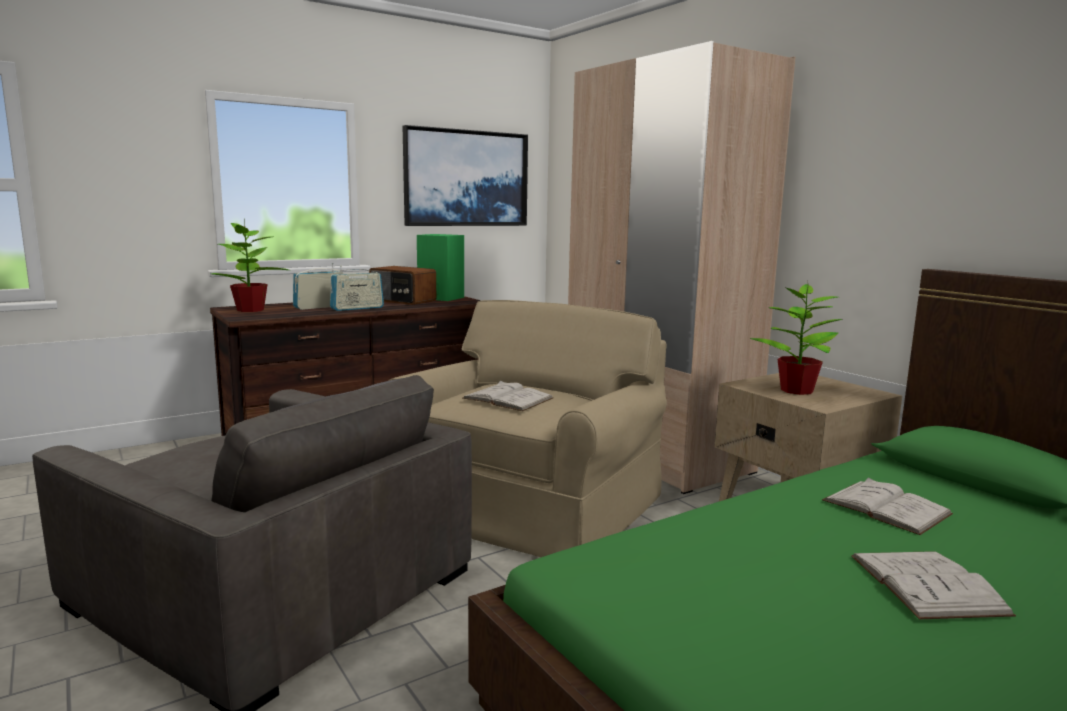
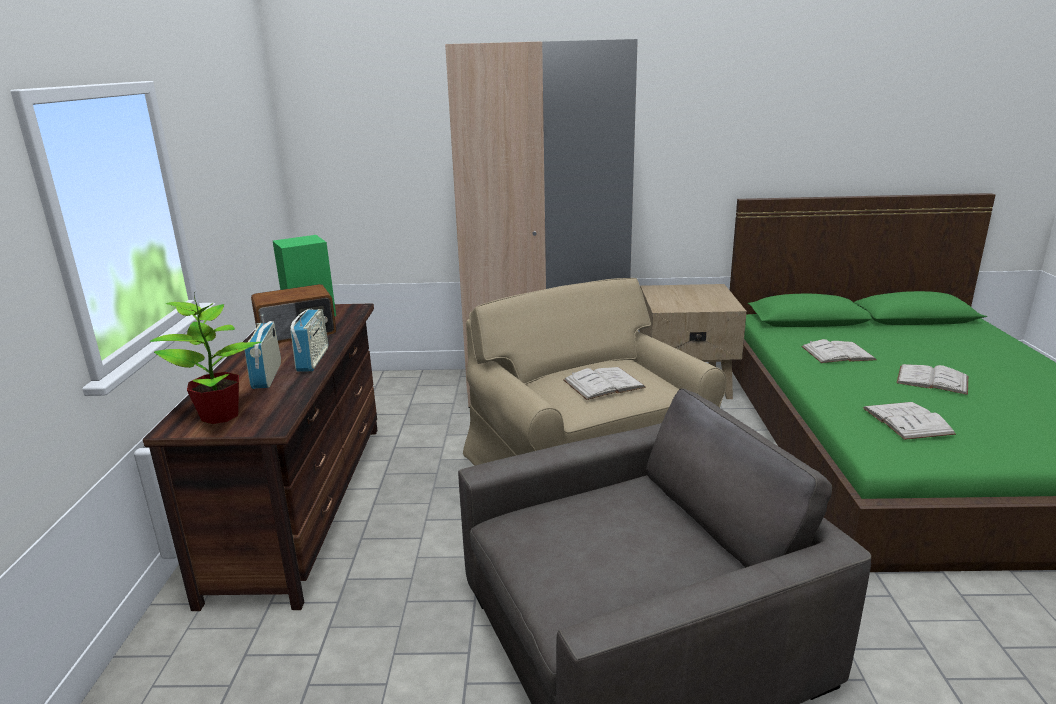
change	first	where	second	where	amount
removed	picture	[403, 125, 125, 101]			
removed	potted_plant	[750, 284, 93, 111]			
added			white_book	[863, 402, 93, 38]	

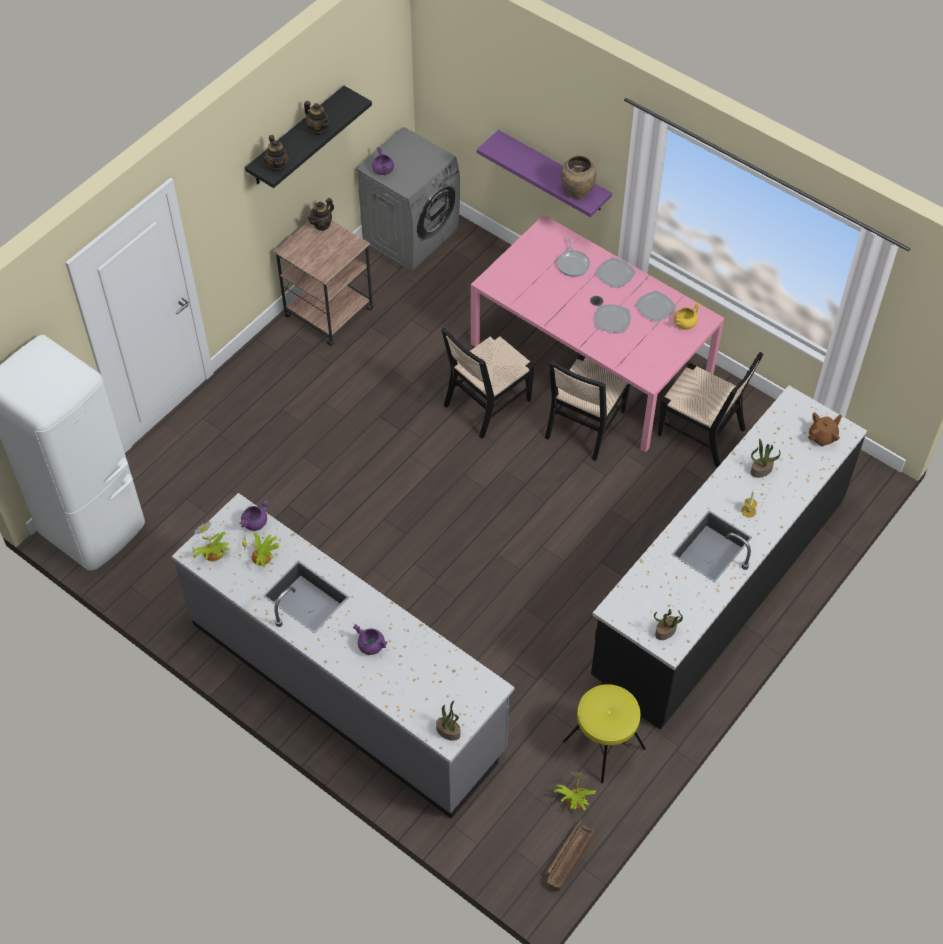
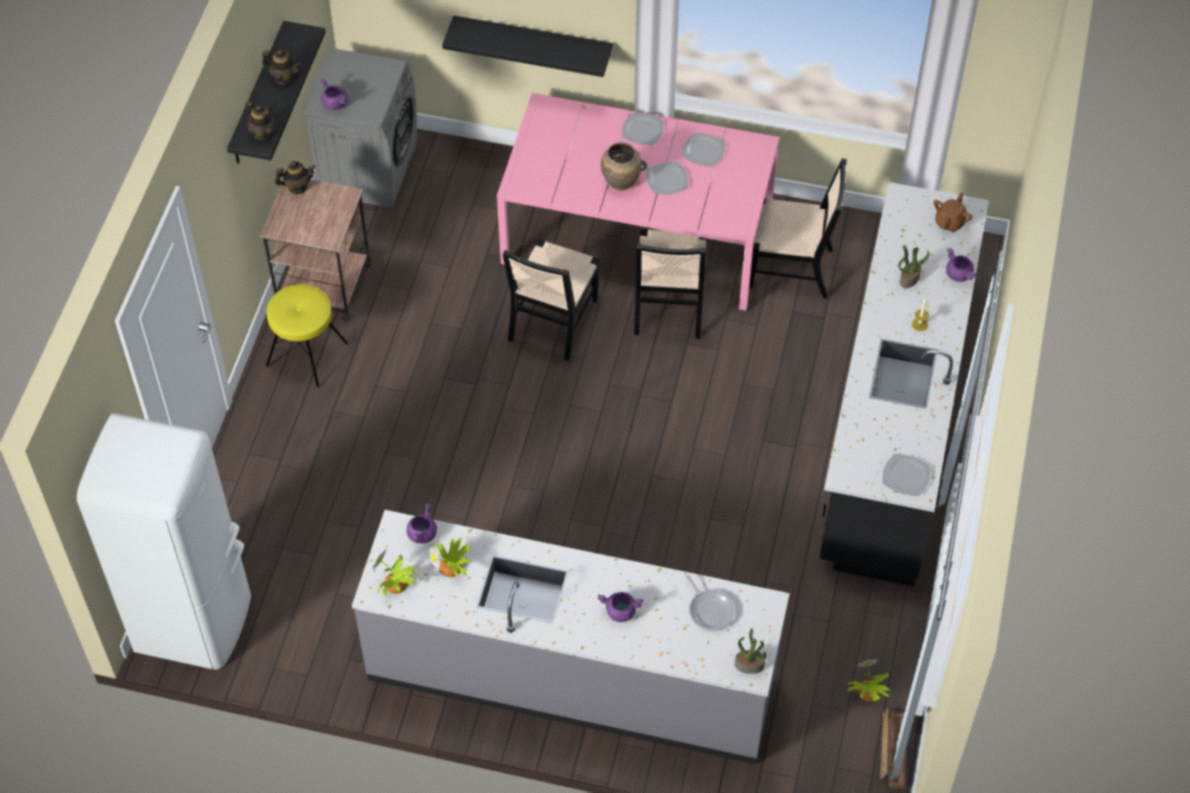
change	first	where	second	where	amount
turned	teapot	[307, 198, 27, 33]		[275, 161, 41, 33]	120 degrees counterclockwise
recoloured	purple_shelf	[477, 130, 135, 87]	black_shelf	[442, 15, 171, 62]	
moved	frying_pan	[557, 237, 33, 40]		[686, 575, 48, 56]	
moved	brown_vase	[561, 155, 35, 44]		[601, 142, 41, 49]	
moved	yellow_stool	[562, 684, 84, 100]		[266, 284, 83, 104]	
replaced	potted_plant	[654, 609, 29, 31]	plate	[883, 454, 48, 42]	
removed	yellow_cooking_pot	[674, 302, 27, 27]			
added			purple_cooking_pot	[946, 248, 31, 34]	

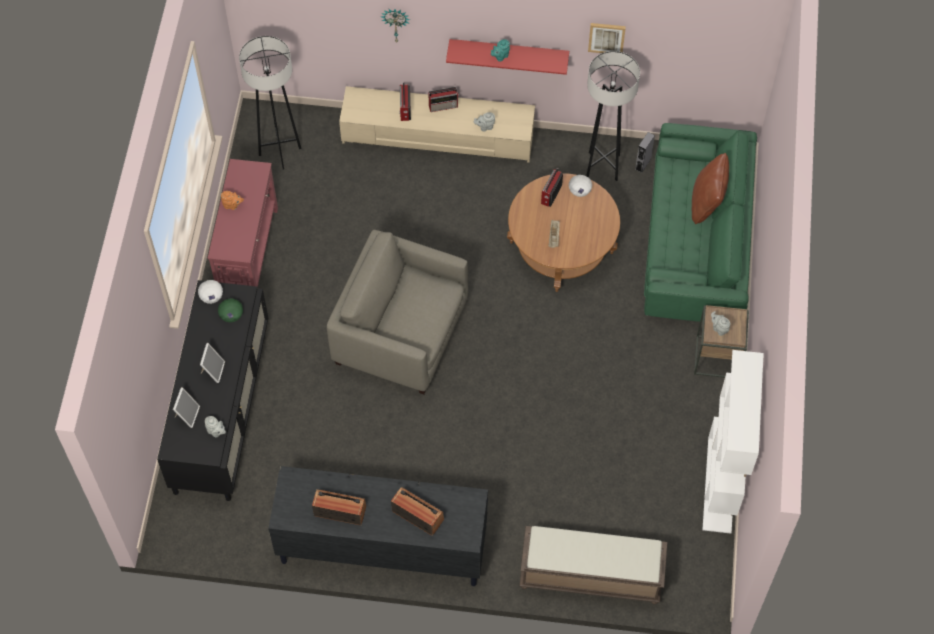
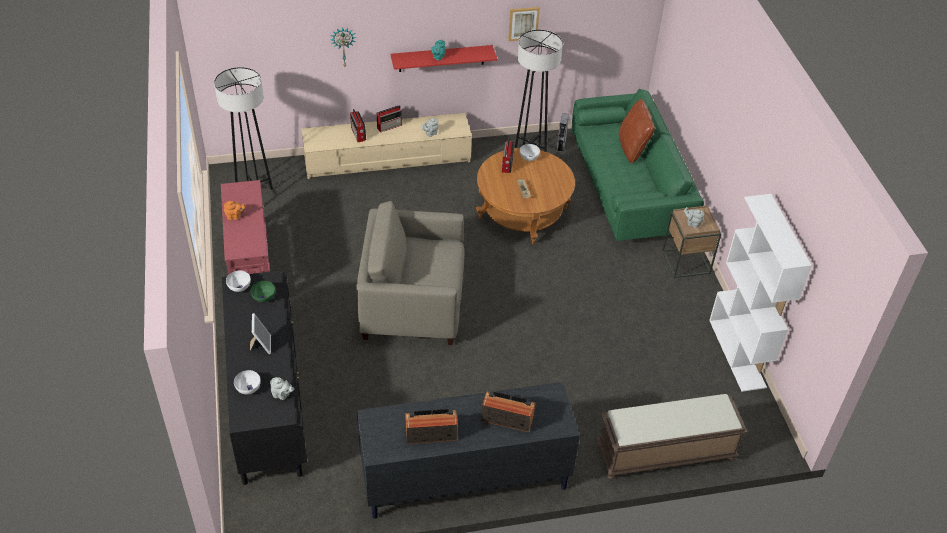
change	first	where	second	where	amount
replaced	picture_frame	[173, 387, 27, 41]	white_bowl	[234, 370, 27, 24]	

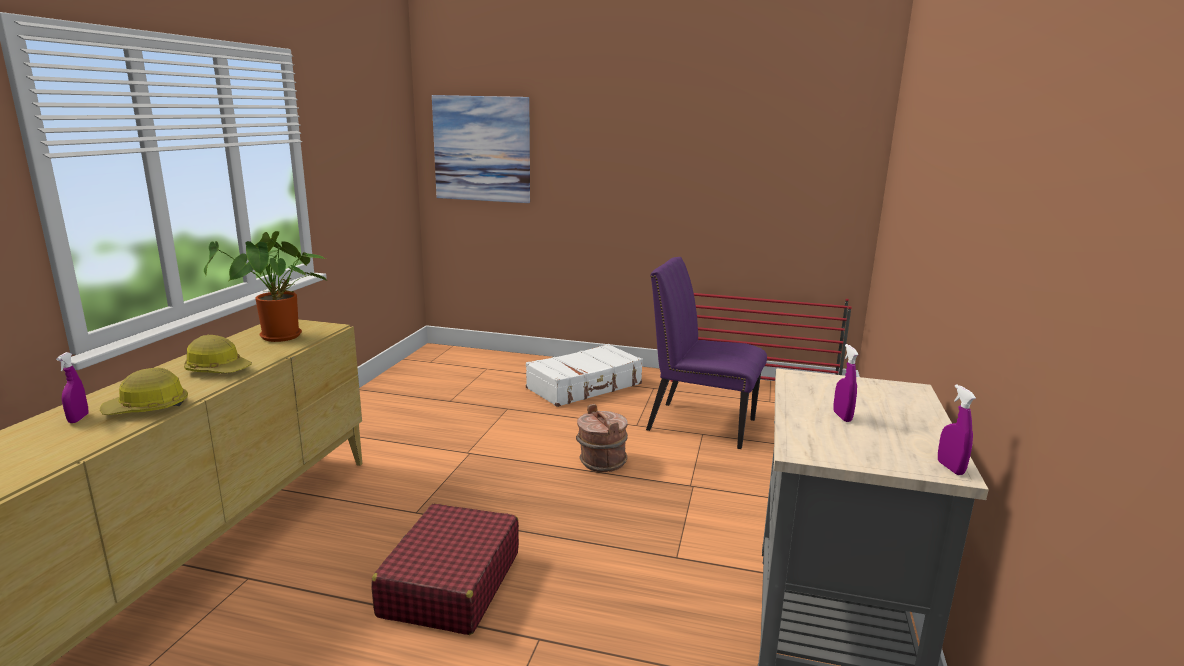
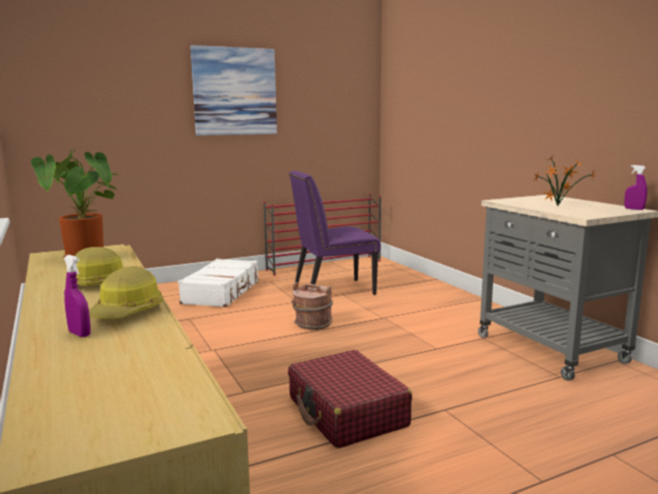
change	first	where	second	where	amount
moved	picture	[432, 95, 98, 108]		[190, 45, 87, 91]	
replaced	purple_spray_bottle	[833, 344, 26, 78]	potted_plant	[533, 156, 63, 50]	

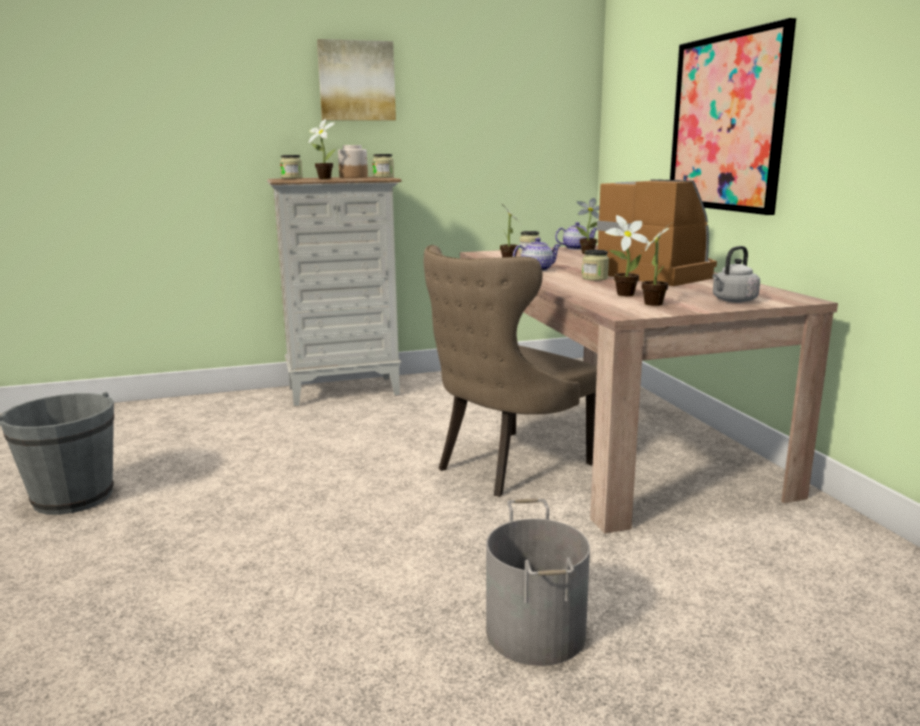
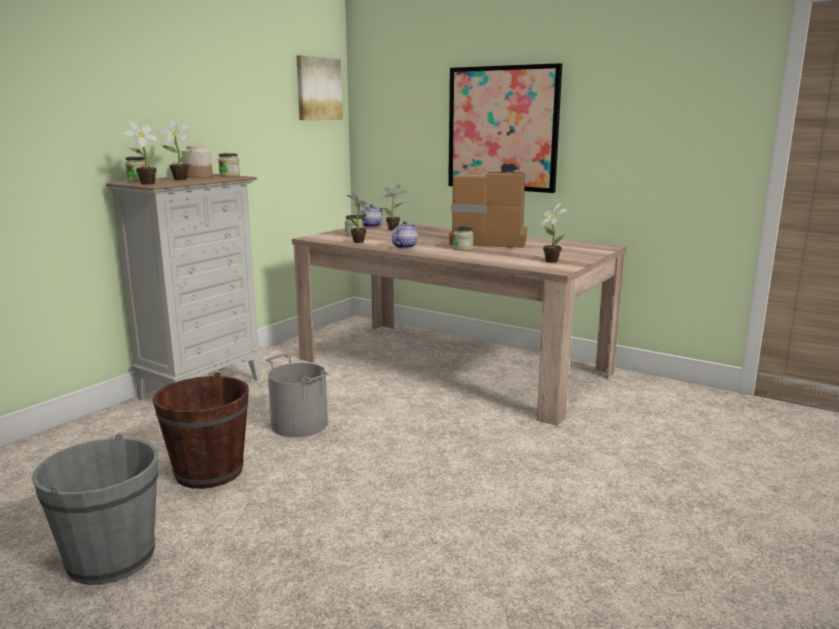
change	first	where	second	where	amount
moved	picture	[317, 39, 79, 81]		[296, 55, 47, 65]	
removed	beige_chair	[424, 245, 173, 252]			
moved	grey_bucket	[486, 499, 104, 167]		[266, 354, 63, 83]	
moved	potted_plant	[605, 215, 44, 81]		[123, 121, 38, 64]	
removed	grey_kettle	[712, 246, 48, 57]			
added			brown_bucket	[153, 372, 96, 117]	

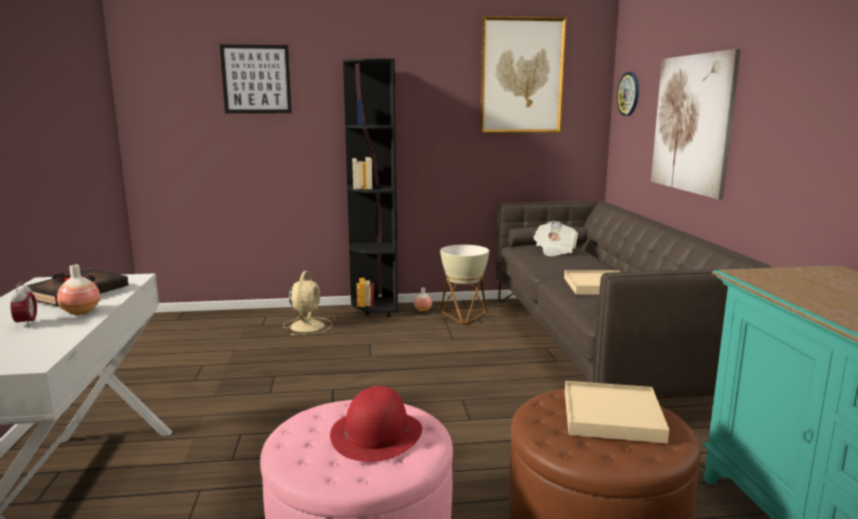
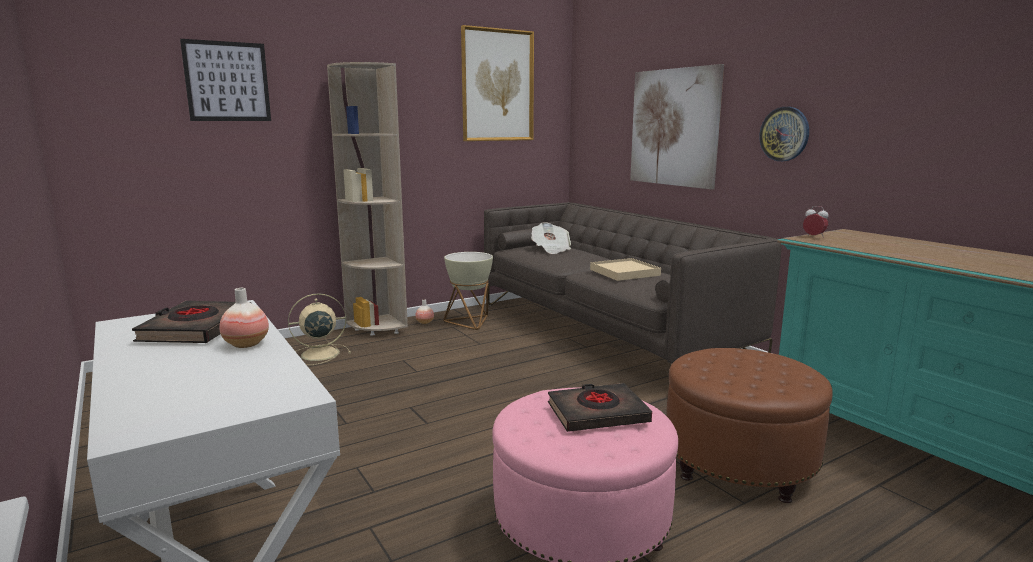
change	first	where	second	where	amount
moved	alarm_clock	[10, 282, 27, 46]		[803, 206, 26, 32]	
turned	beige_fan	[283, 271, 49, 65]		[288, 293, 63, 72]	90 degrees counterclockwise
replaced	red_hat	[330, 386, 92, 76]	black_book	[548, 383, 104, 49]	
recoloured	black_bookcase	[343, 59, 55, 258]	beige_bookcase	[327, 62, 81, 274]	
removed	beige_tray	[565, 381, 104, 63]			
moved	wall_clock	[617, 72, 22, 44]		[759, 107, 50, 54]	

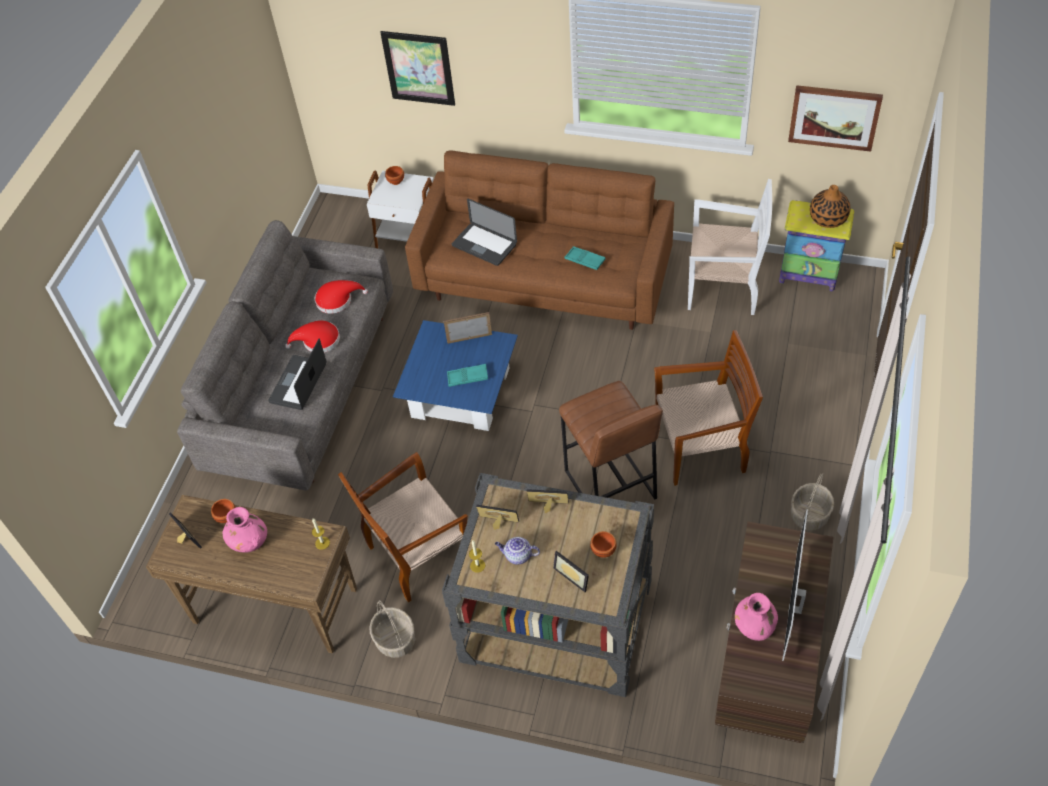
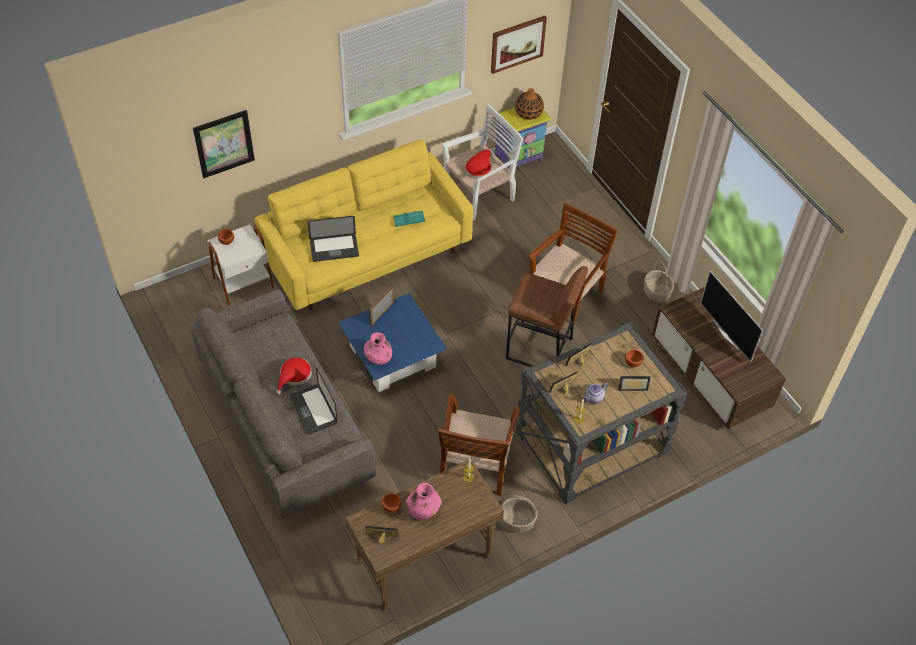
change	first	where	second	where	amount
moved	red_hat	[315, 280, 53, 34]		[465, 149, 27, 30]	
recoloured	brown_sofa	[405, 150, 269, 180]	yellow_sofa	[255, 140, 218, 171]	
removed	turquoise_tray	[447, 364, 41, 23]			
moved	pink_vase	[735, 593, 43, 48]		[364, 332, 28, 33]	

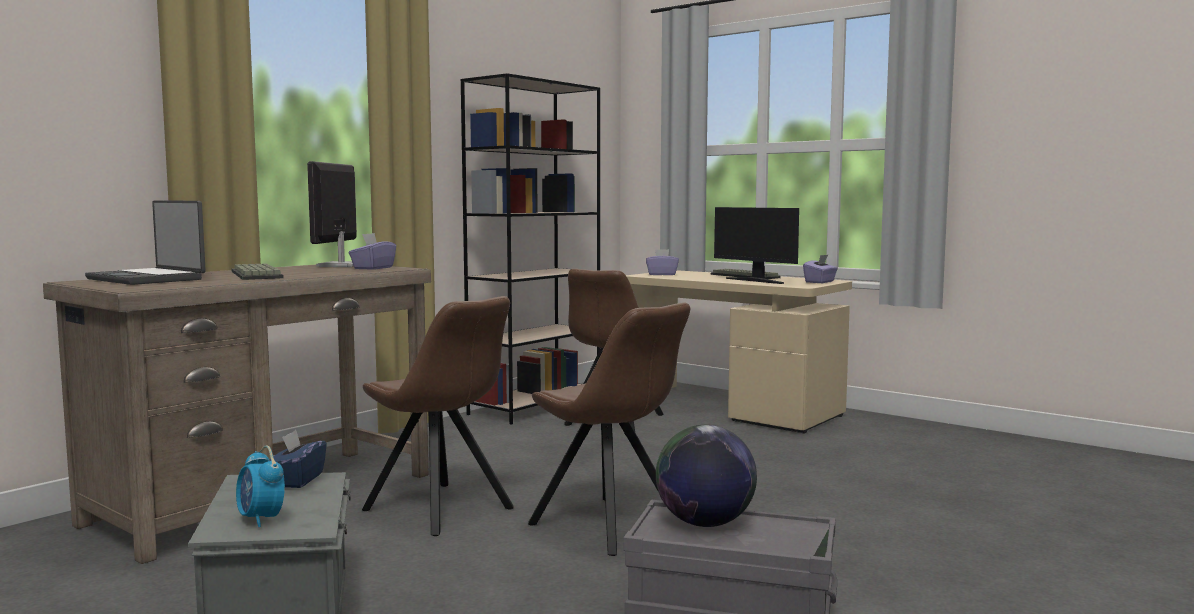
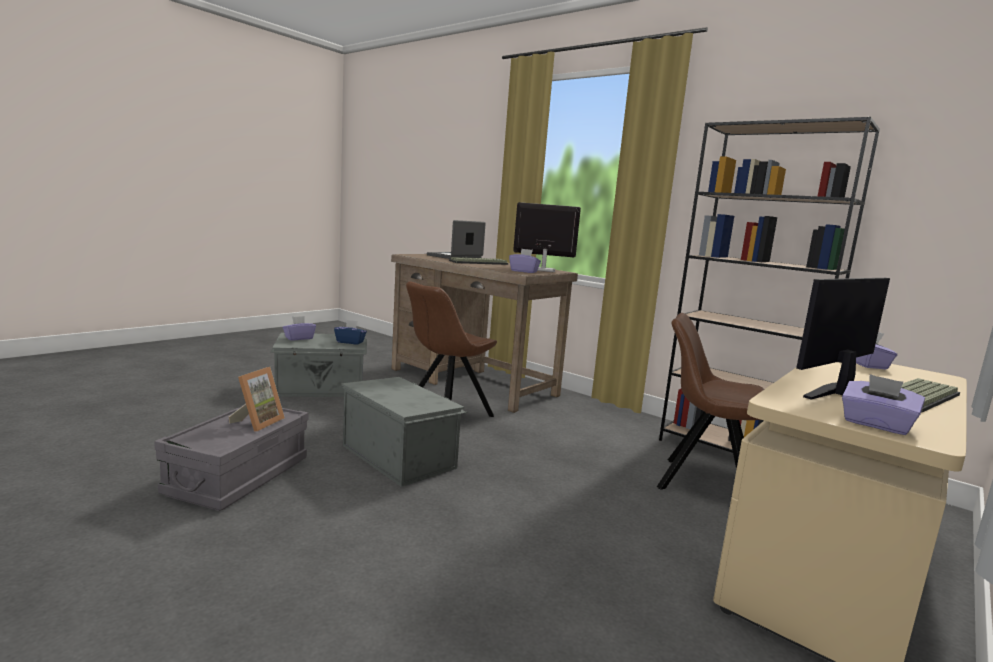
change	first	where	second	where	amount
replaced	alarm_clock	[236, 446, 49, 81]	purple_tissue_box	[282, 316, 34, 25]	
replaced	brown_chair	[528, 302, 162, 254]	grey_storage_box	[342, 377, 125, 110]	
replaced	globe	[656, 425, 101, 102]	picture_frame	[229, 367, 56, 65]	

